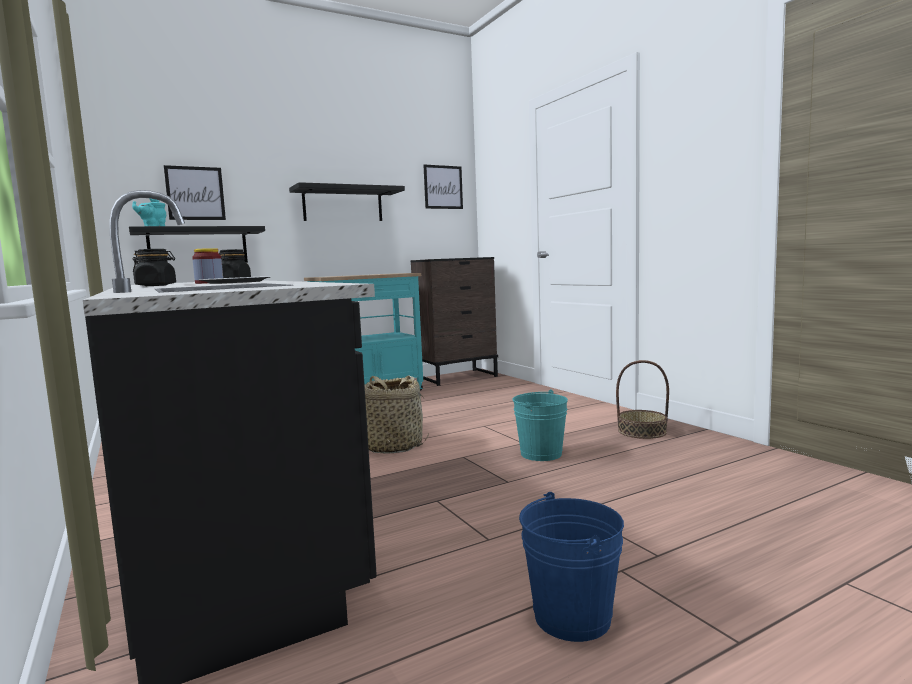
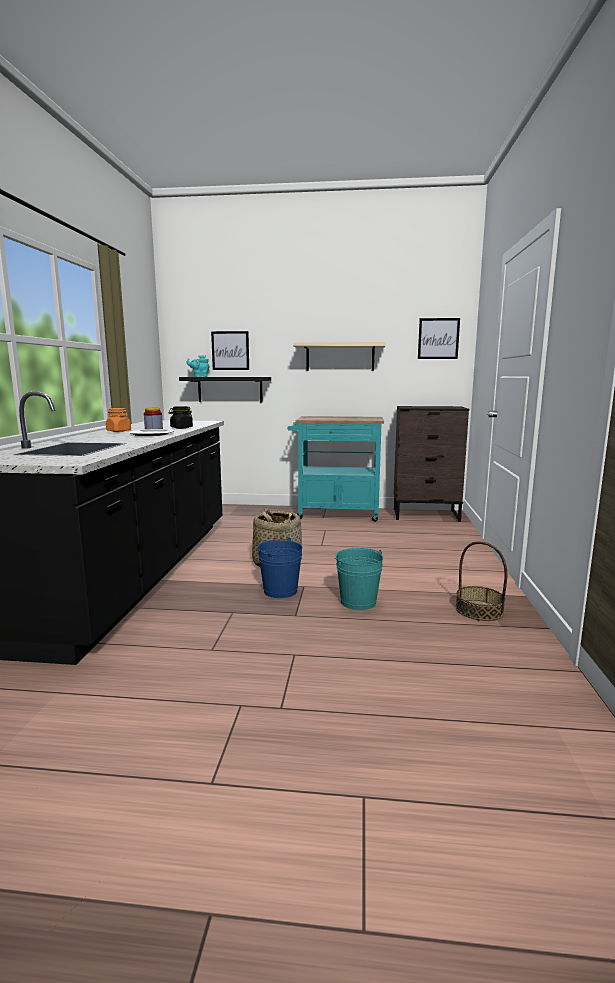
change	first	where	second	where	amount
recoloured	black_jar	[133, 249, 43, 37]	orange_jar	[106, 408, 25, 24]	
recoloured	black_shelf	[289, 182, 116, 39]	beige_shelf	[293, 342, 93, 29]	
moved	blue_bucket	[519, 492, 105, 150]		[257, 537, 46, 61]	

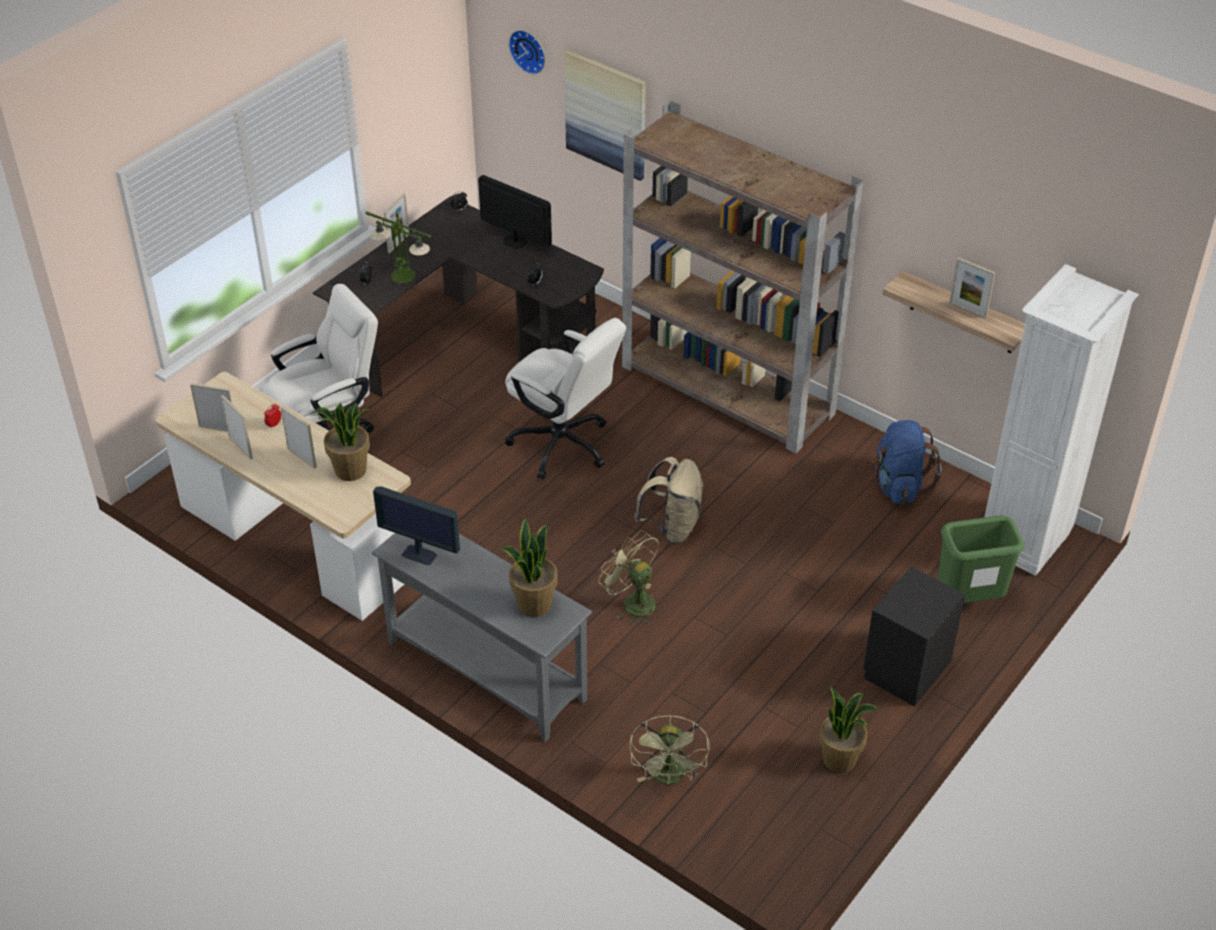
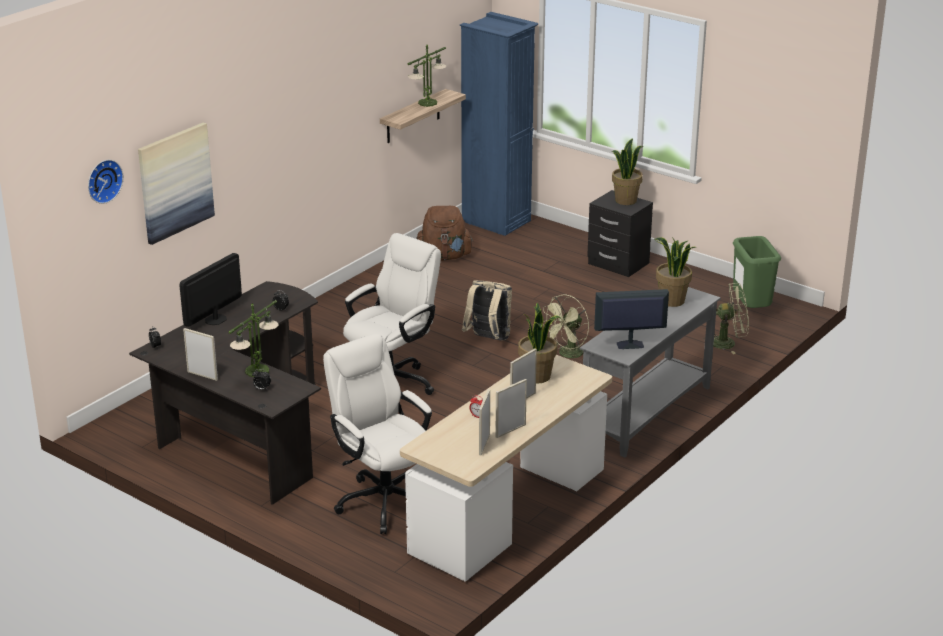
change	first	where	second	where	amount
turned	monitor	[373, 486, 87, 79]		[594, 289, 75, 60]	120 degrees counterclockwise
removed	brown_bookcase	[622, 100, 242, 354]			
moved	potted_plant	[819, 686, 59, 87]		[612, 138, 31, 67]	
recoloured	blue_backpack	[871, 420, 71, 84]	brown_backpack	[417, 206, 57, 55]	
moved	green_trash_can	[938, 516, 87, 87]		[733, 236, 48, 72]	
replaced	picture_frame	[949, 258, 46, 61]	table_lamp	[408, 45, 38, 62]	
recoloured	white_cabinet	[984, 264, 155, 312]	blue_cabinet	[460, 12, 78, 224]	

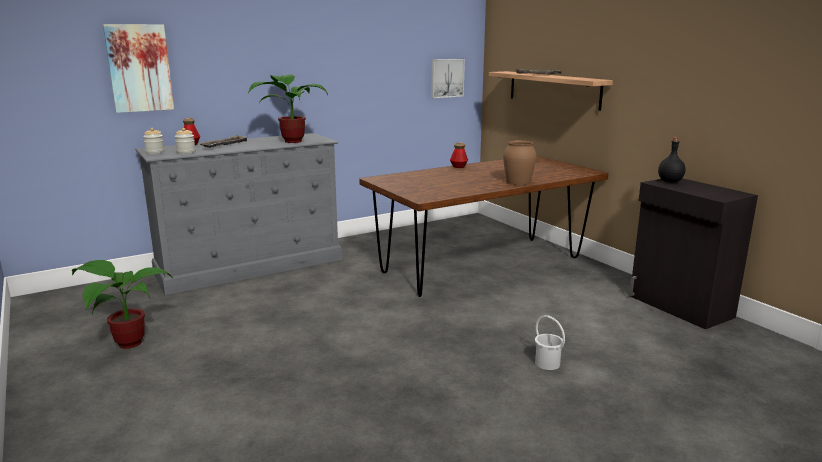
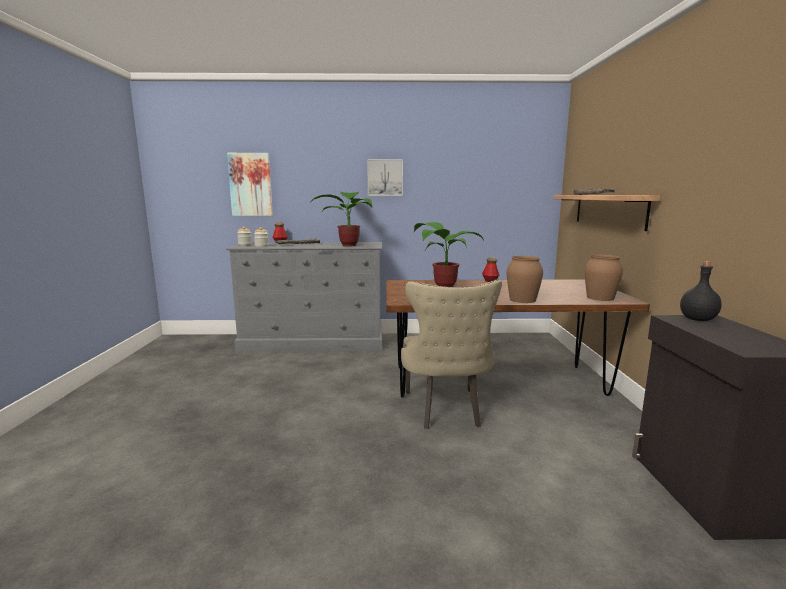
change	first	where	second	where	amount
moved	potted_plant	[72, 260, 101, 89]		[414, 222, 70, 65]	
moved	picture	[431, 59, 34, 39]		[367, 159, 36, 37]	
removed	white_bucket	[535, 315, 30, 55]			
added			beige_chair	[401, 280, 101, 149]	
added			brown_vase	[585, 255, 38, 46]	

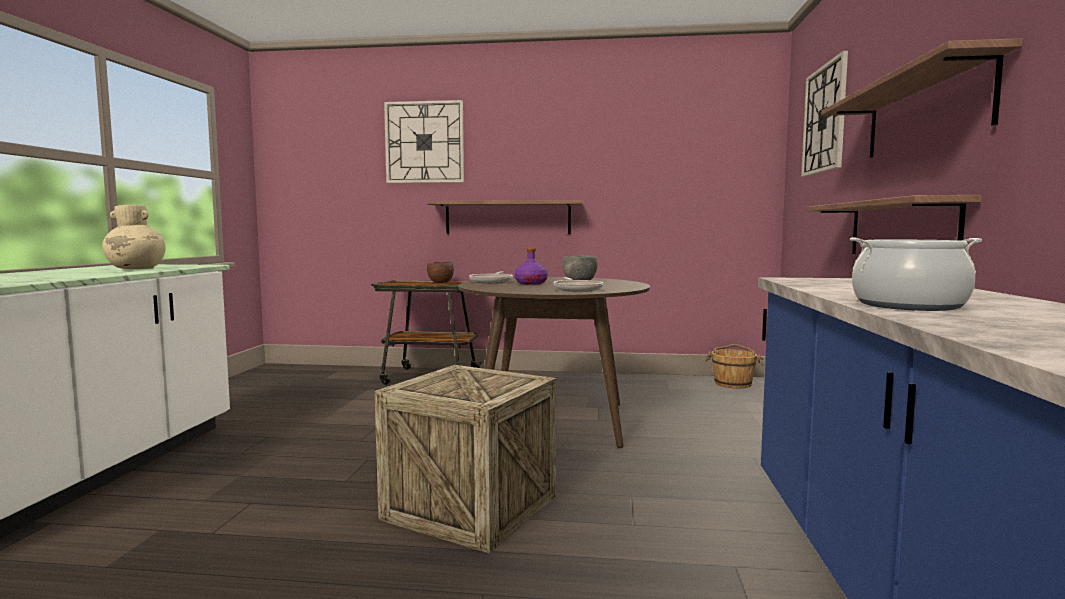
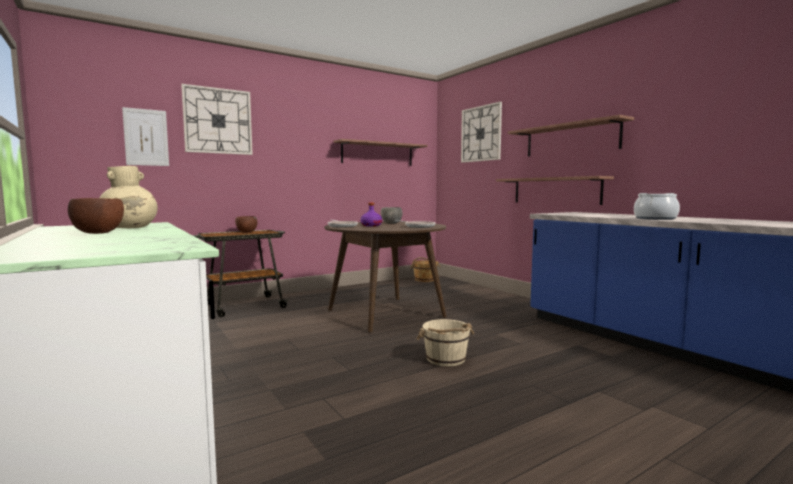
change	first	where	second	where	amount
replaced	crate	[375, 365, 181, 189]	beige_bucket	[417, 319, 57, 48]	
moved	shelf	[427, 200, 156, 34]		[333, 139, 94, 27]	
added			brown_bowl	[68, 198, 56, 36]	
added			picture	[122, 107, 47, 59]	

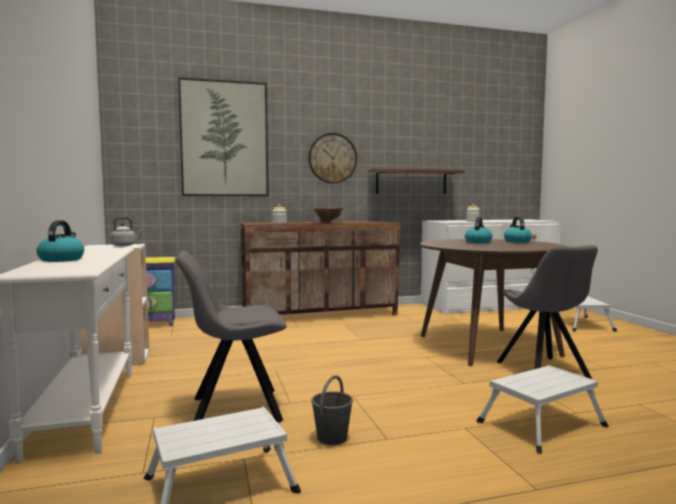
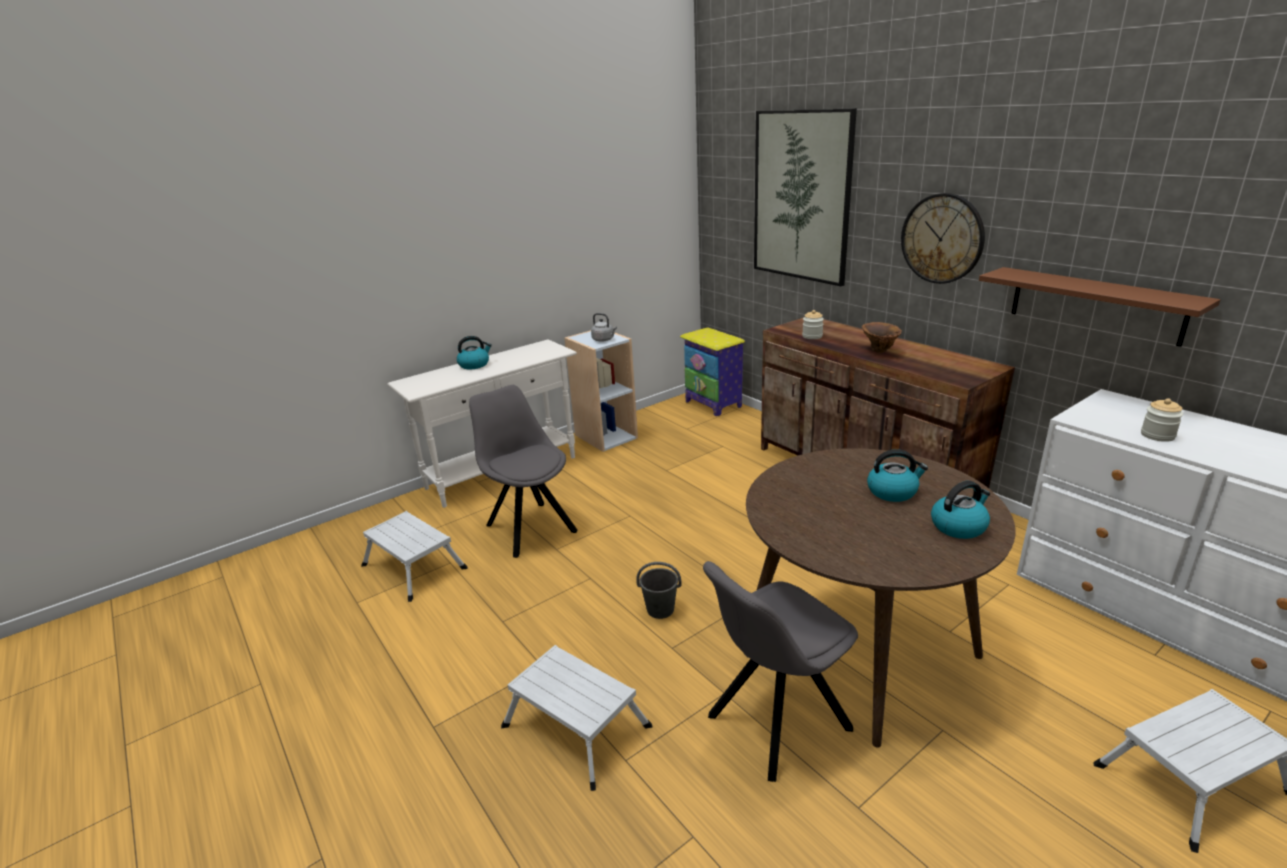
change	first	where	second	where	amount
moved	grey_bucket	[311, 375, 42, 70]		[636, 562, 46, 57]	

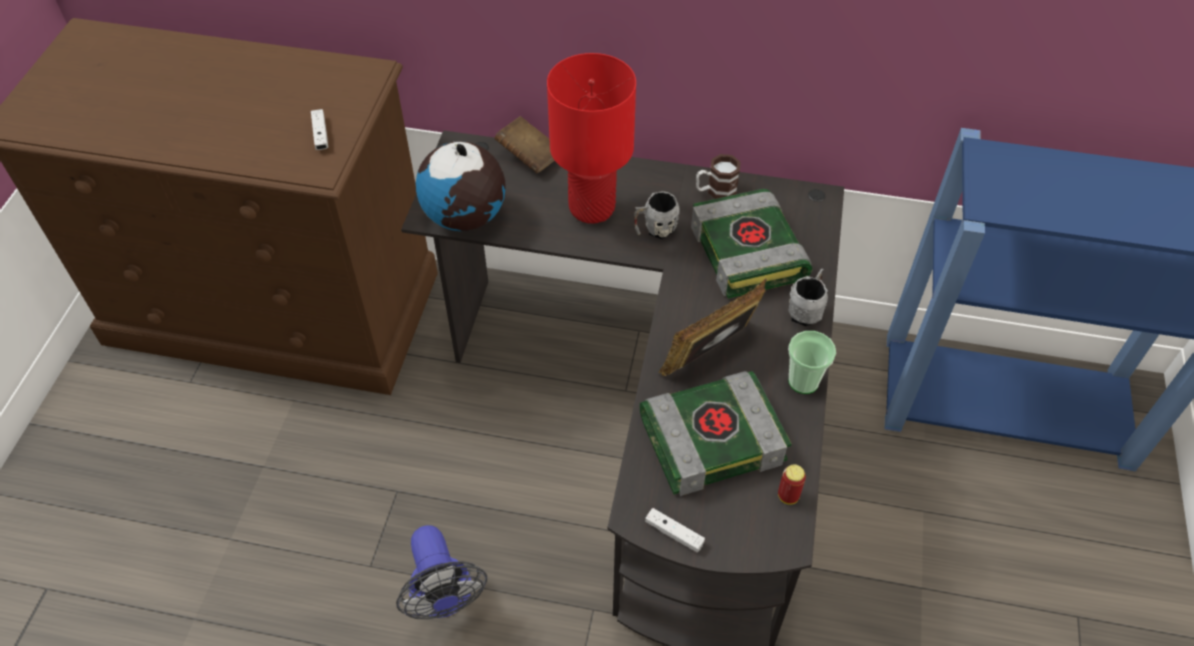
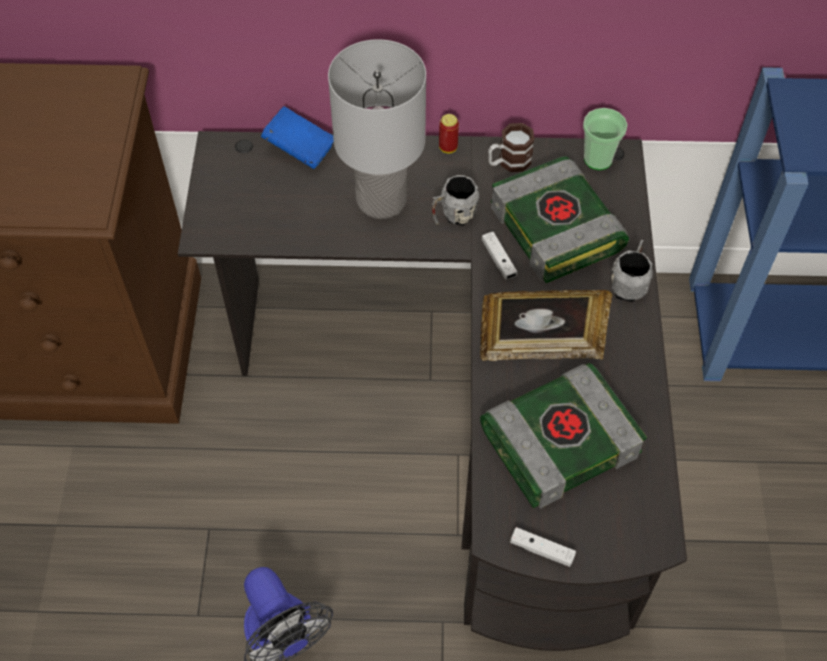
change	first	where	second	where	amount
moved	white_game_controller	[311, 109, 17, 41]		[482, 232, 35, 47]	
removed	globe	[416, 141, 90, 90]			
recoloured	brown_book	[494, 116, 61, 57]	blue_book	[261, 106, 73, 63]	
recoloured	red_table_lamp	[547, 53, 89, 171]	grey_table_lamp	[328, 39, 98, 180]	
turned	picture_frame	[657, 279, 110, 97]		[480, 290, 132, 71]	135 degrees counterclockwise
moved	can	[778, 464, 28, 41]		[439, 114, 20, 39]	
moved	cup	[788, 331, 48, 63]		[583, 108, 44, 62]	

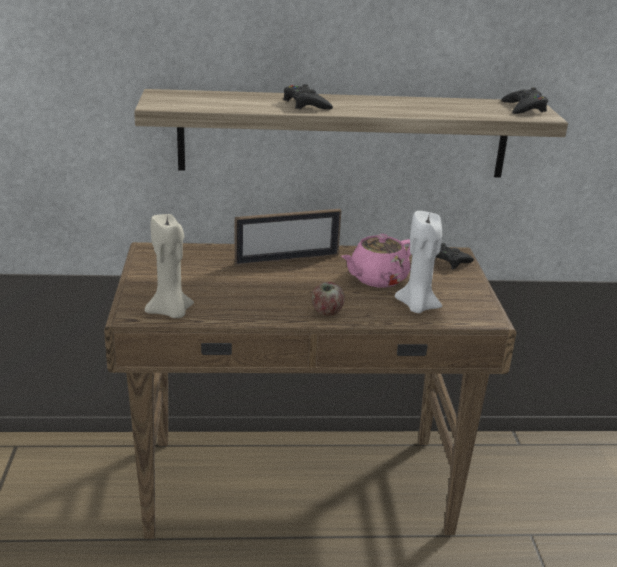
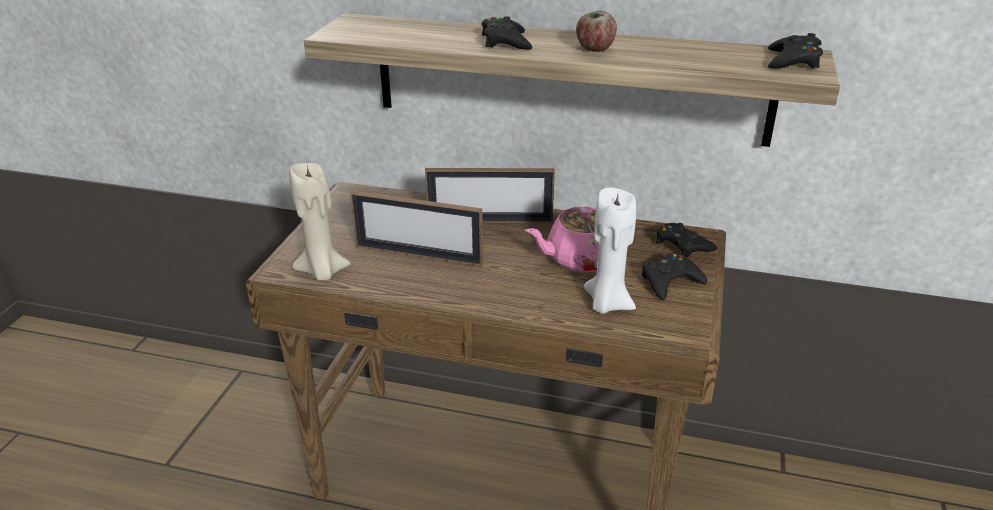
change	first	where	second	where	amount
moved	apple	[311, 282, 34, 34]		[576, 11, 41, 41]	
added			picture_frame	[350, 191, 133, 75]	
added			black_game_controller	[642, 253, 65, 47]	

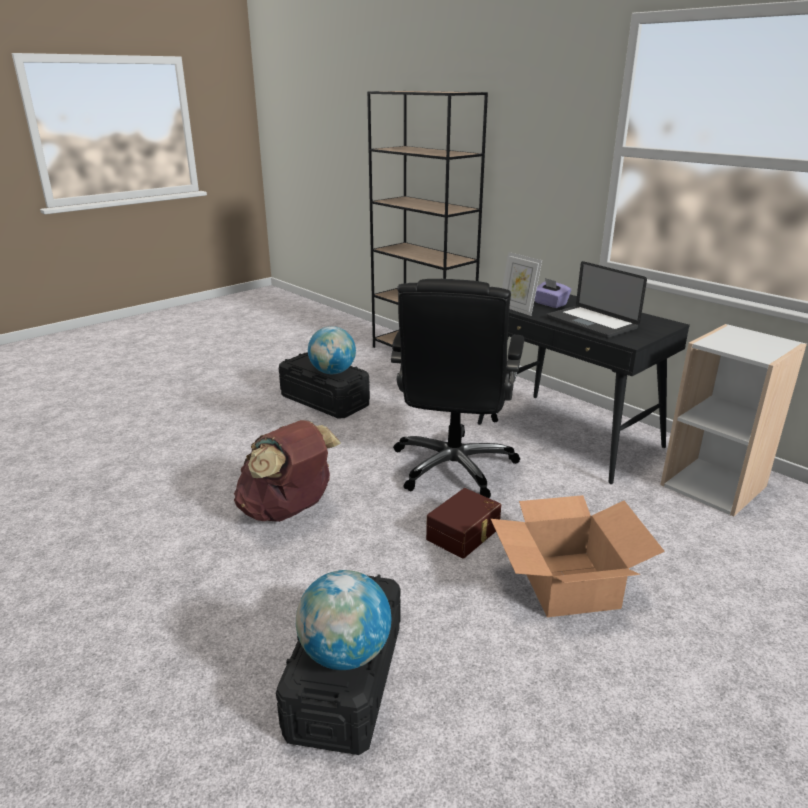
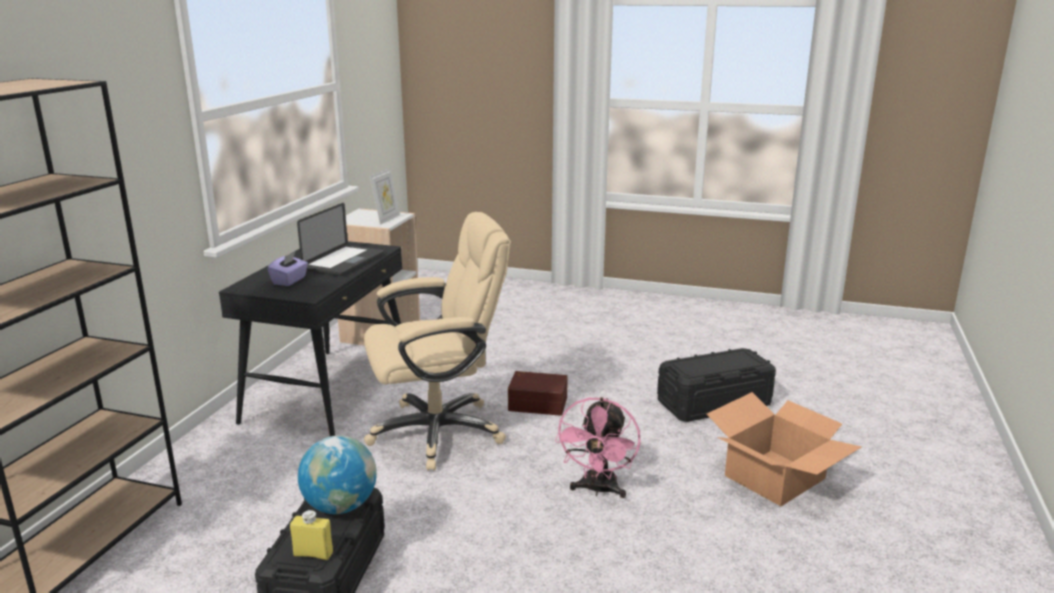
change	first	where	second	where	amount
replaced	brown_backpack	[234, 420, 107, 102]	pink_fan	[555, 397, 86, 101]	
removed	globe	[296, 570, 95, 100]			
recoloured	black_office_chair	[391, 279, 134, 219]	beige_office_chair	[364, 212, 147, 259]	
moved	cardboard_box	[491, 495, 174, 122]		[707, 392, 154, 114]	
moved	picture_frame	[502, 252, 40, 64]		[370, 168, 30, 57]	
added			yellow_bottle	[290, 510, 43, 50]	

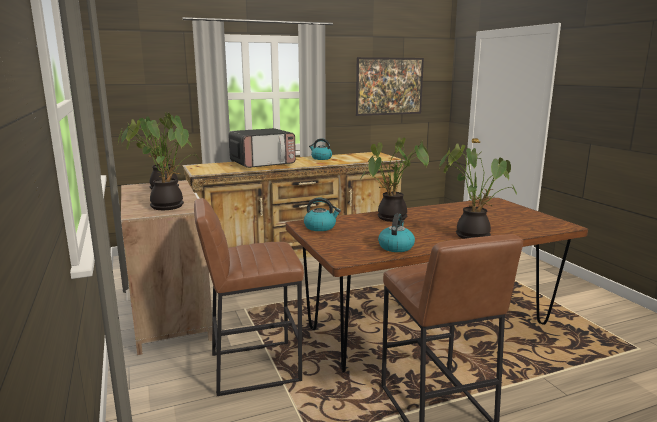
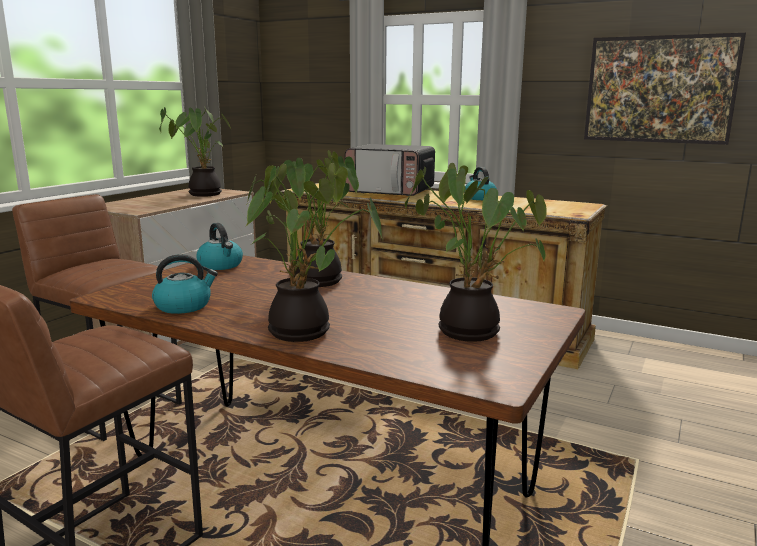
change	first	where	second	where	amount
moved	potted_plant	[121, 119, 78, 91]		[405, 163, 142, 179]	

